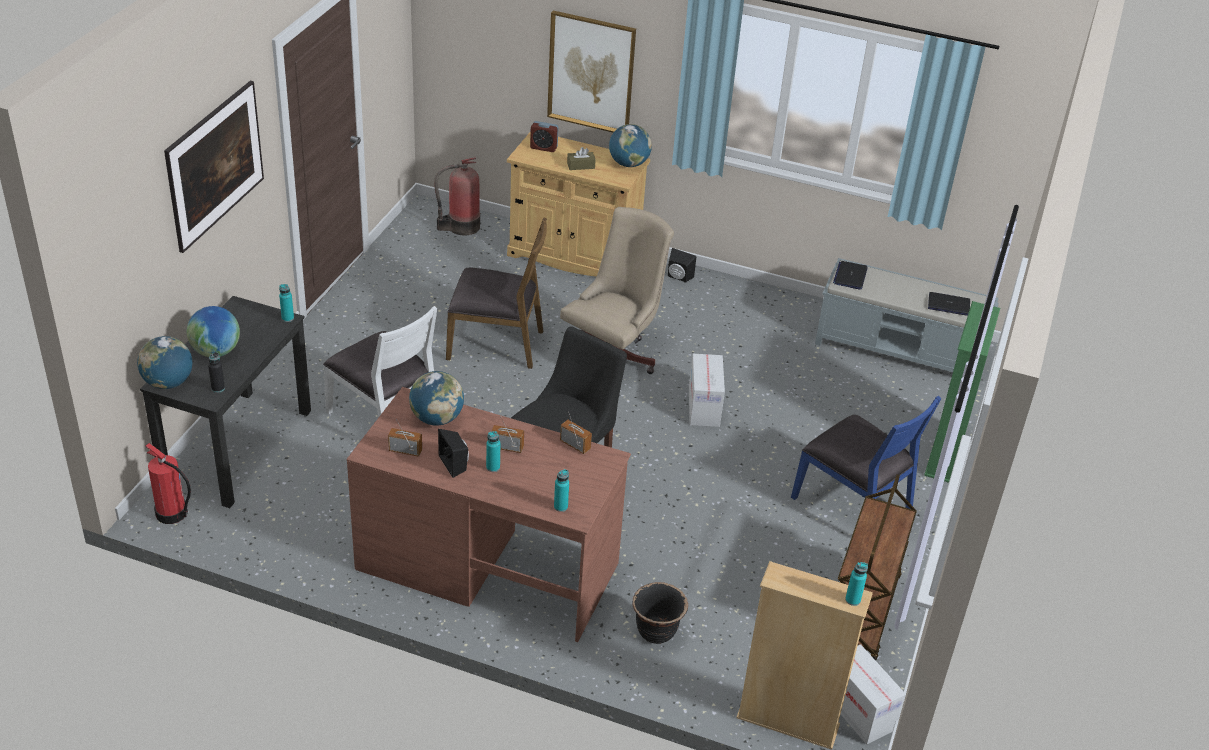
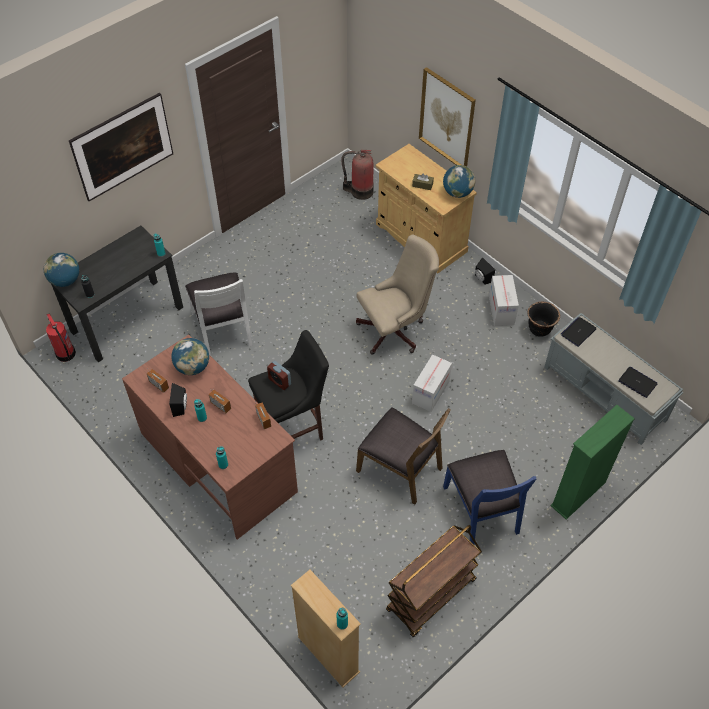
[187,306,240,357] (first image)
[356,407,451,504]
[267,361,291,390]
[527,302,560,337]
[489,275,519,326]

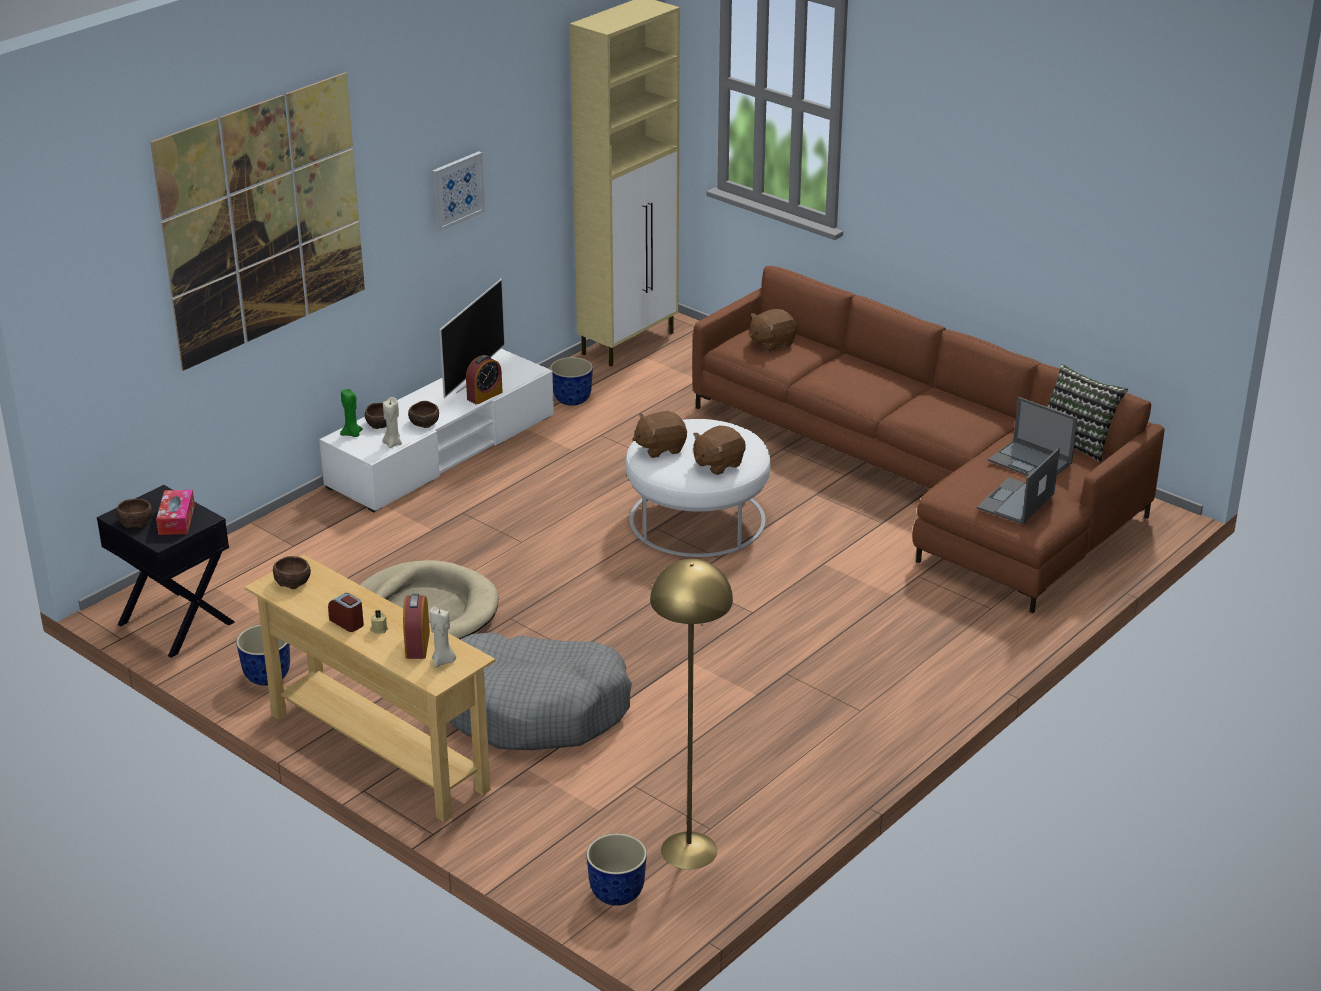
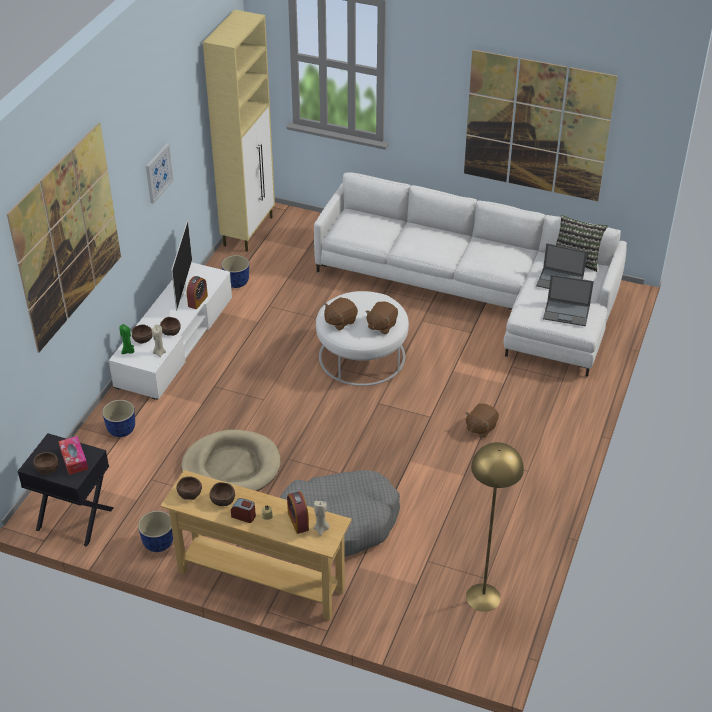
[102,400,135,437]
[314,172,627,377]
[465,403,499,438]
[543,274,594,326]
[210,482,235,506]
[464,50,618,201]

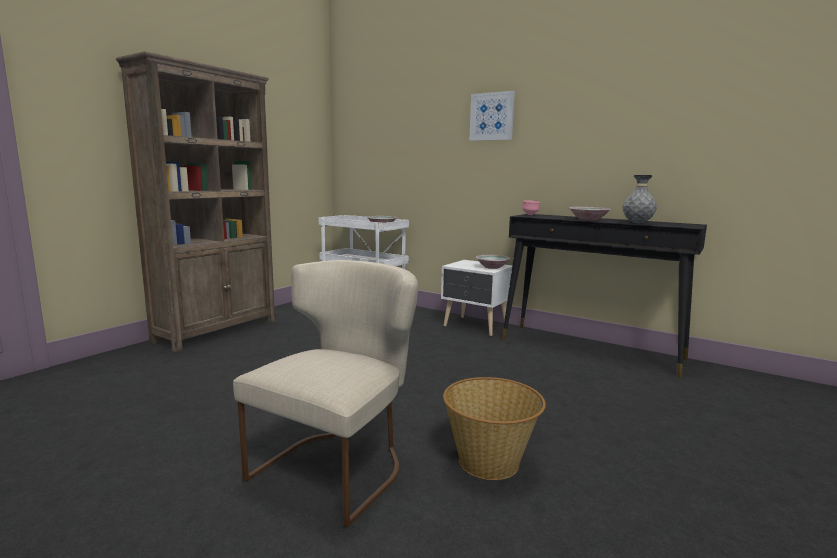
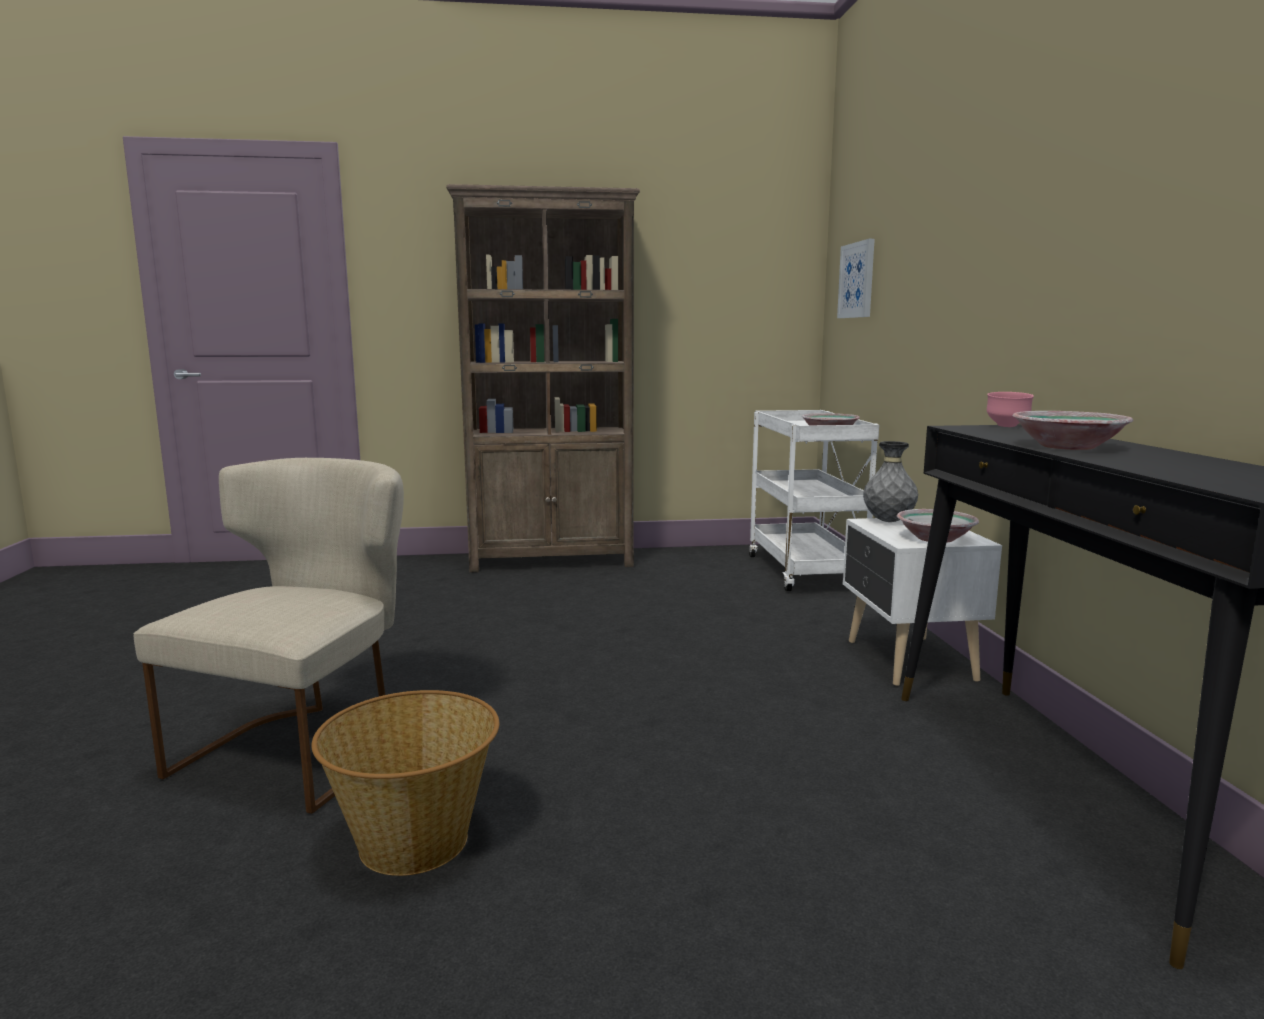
[134,458,404,814]
[837,239,875,318]
[863,441,918,522]

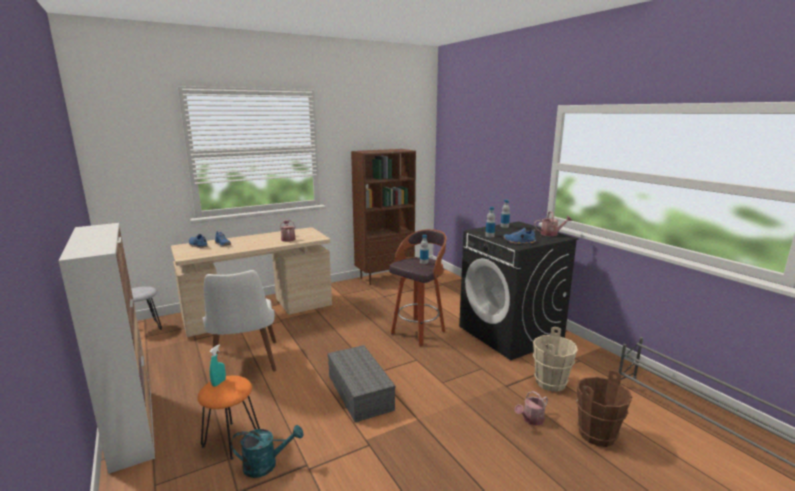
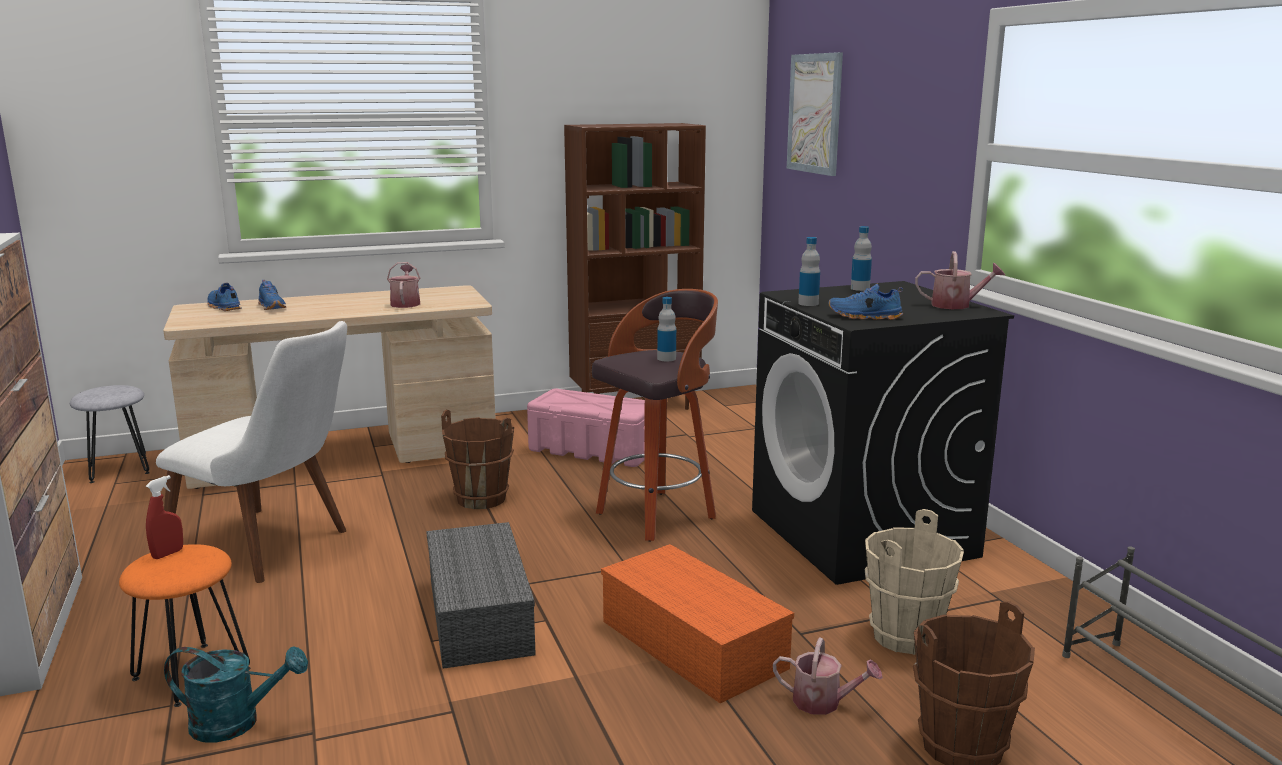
[156,321,347,583]
[146,475,183,559]
[773,637,883,715]
[441,410,514,509]
[527,389,645,467]
[601,544,794,703]
[787,52,843,176]

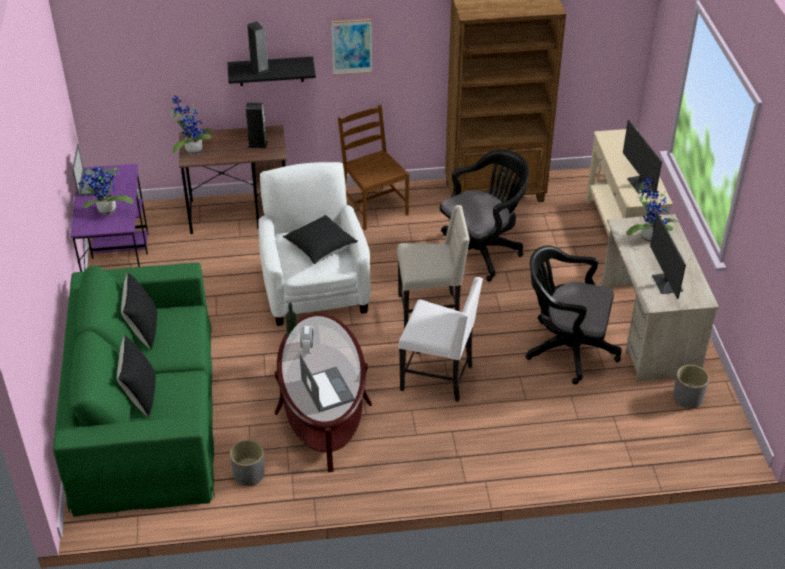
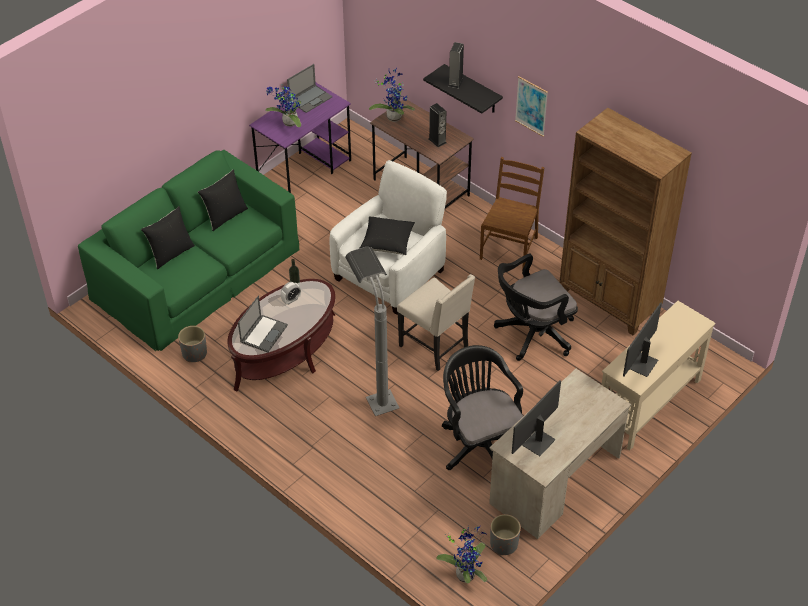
[345,247,399,416]
[494,254,578,361]
[436,526,487,583]

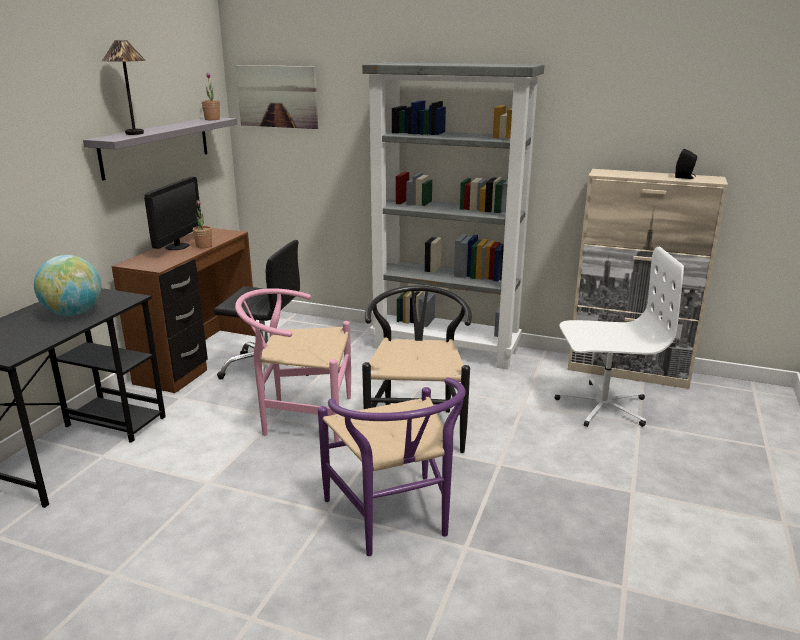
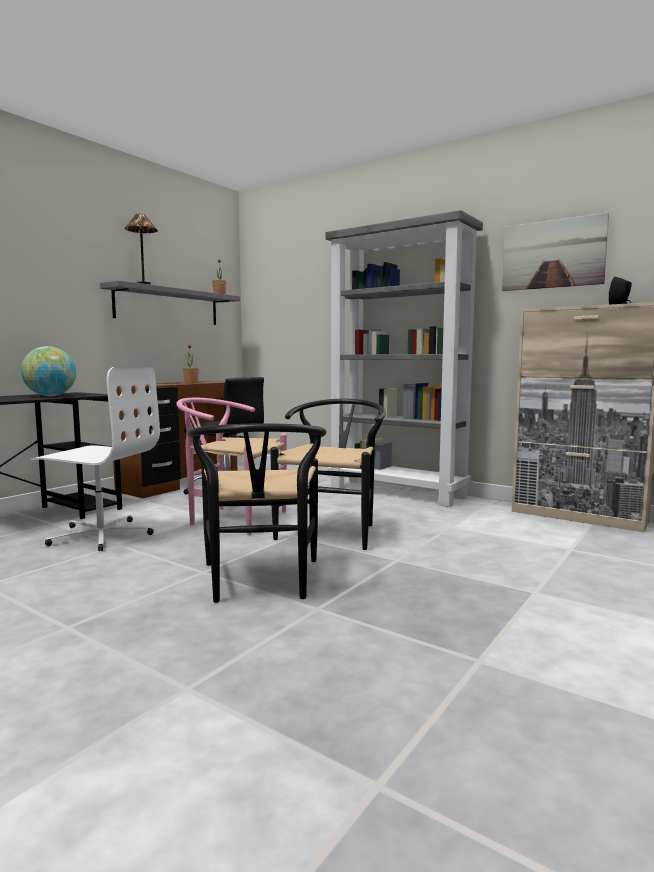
[144,177,201,250] (first image)
[502,212,609,291]
[188,423,326,603]
[31,366,160,551]

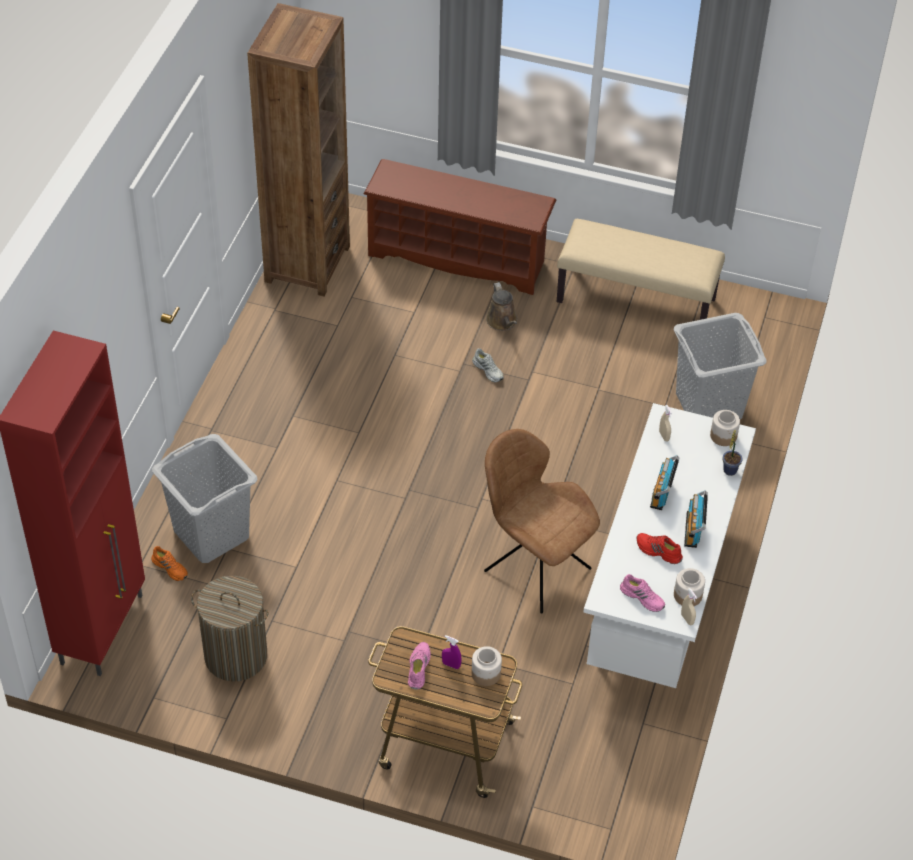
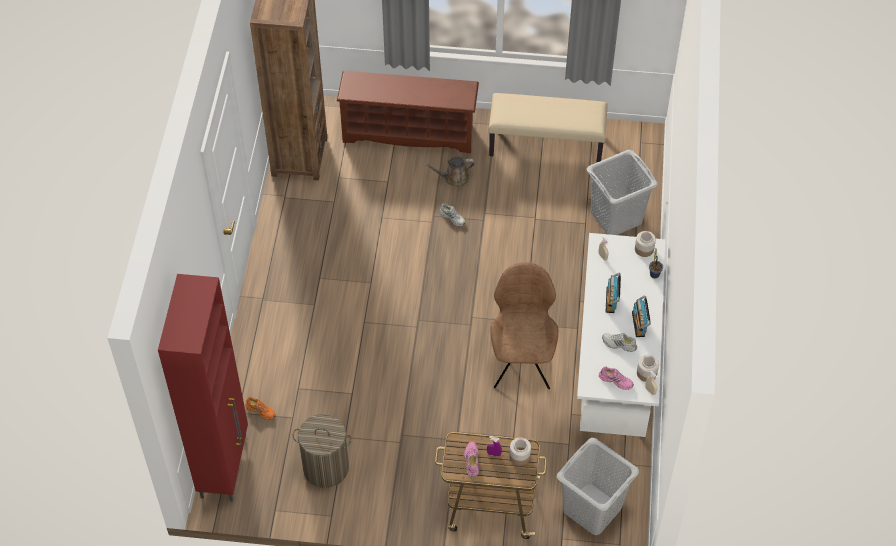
[557,438,639,535]
[490,262,558,389]
[424,157,475,187]
[602,333,637,352]

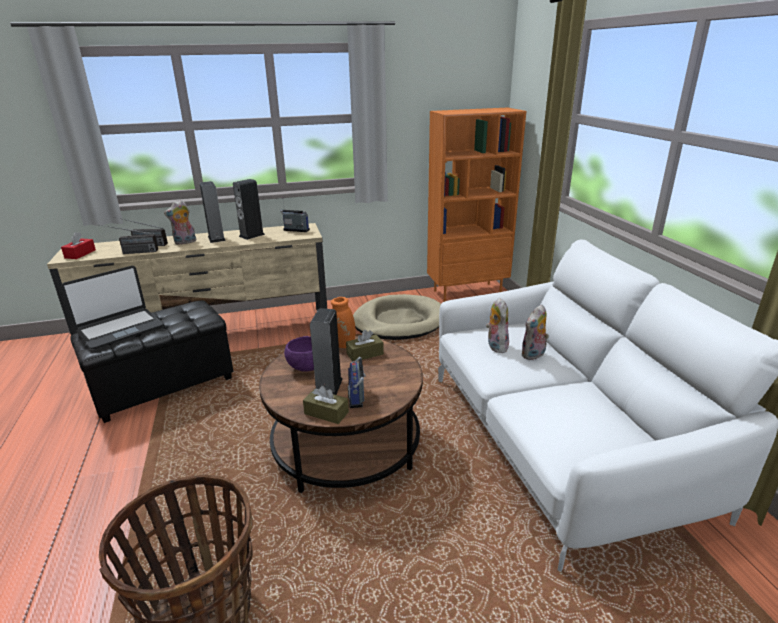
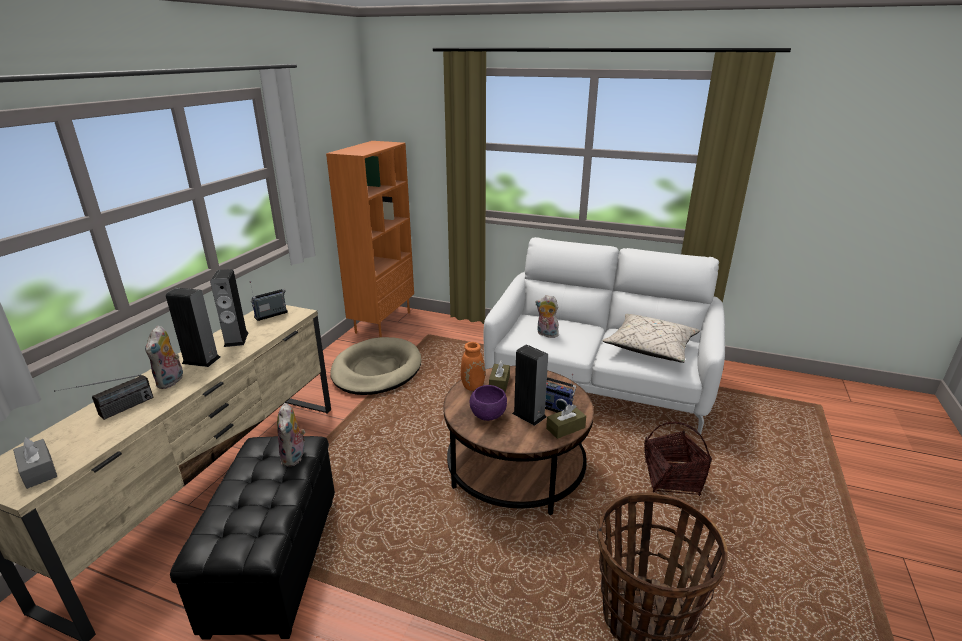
[13,437,57,489]
[61,266,163,349] (first image)
[99,225,158,254] (first image)
[277,403,305,466]
[603,314,700,363]
[644,422,712,496]

